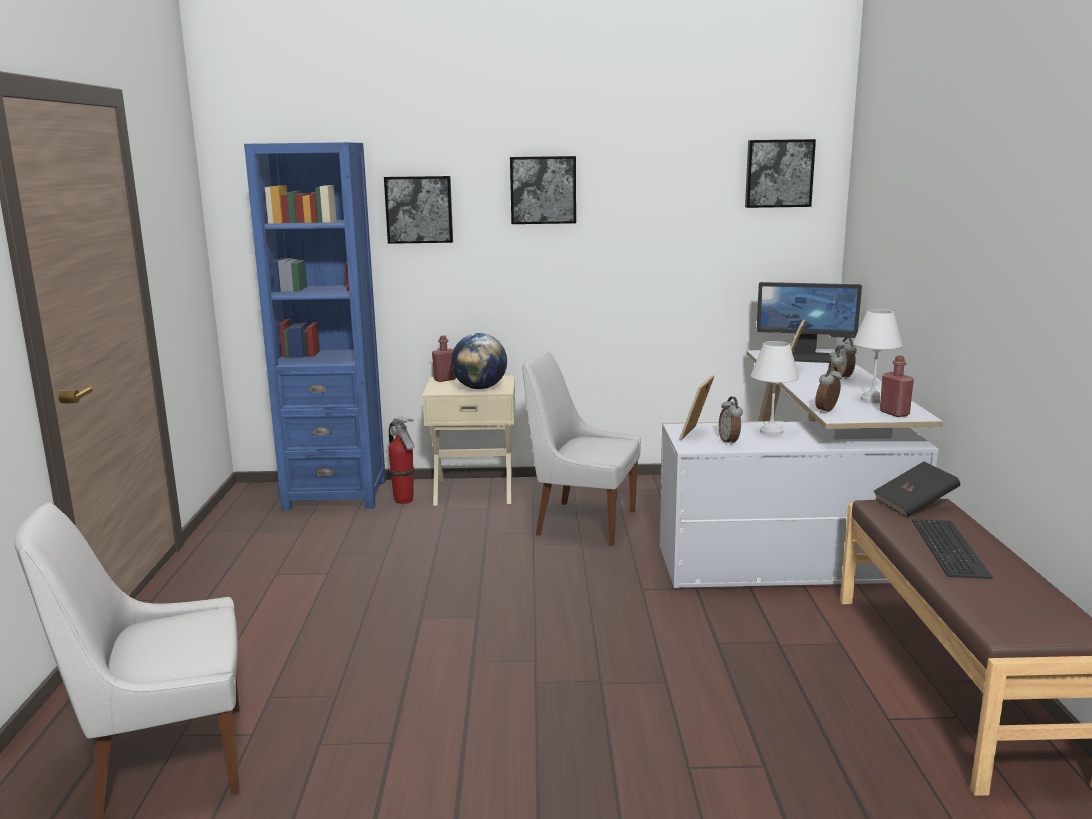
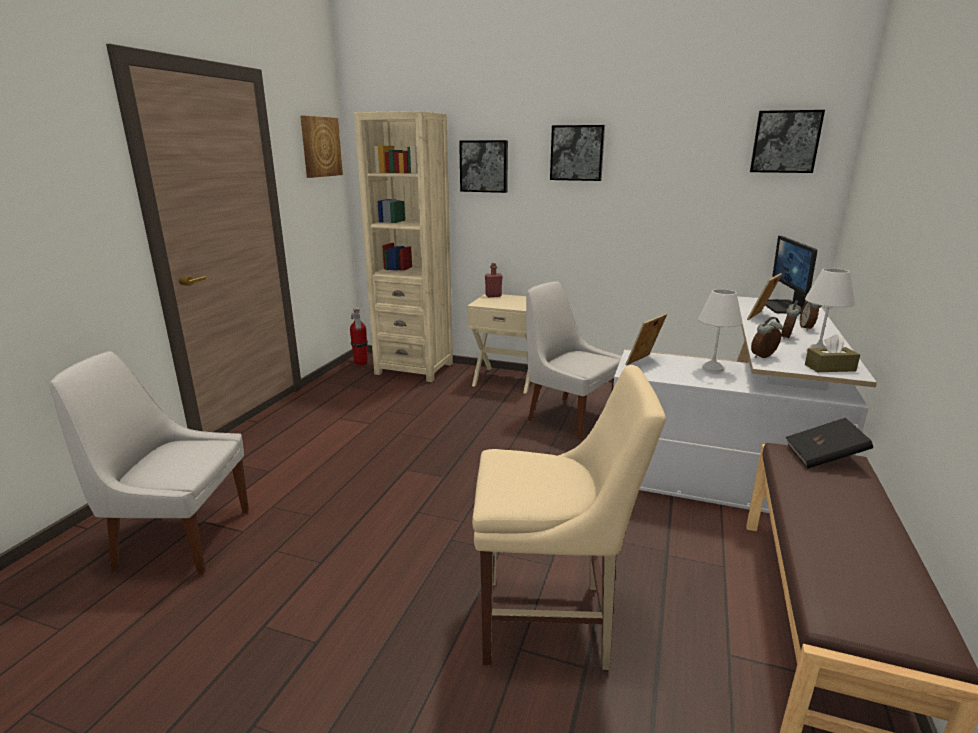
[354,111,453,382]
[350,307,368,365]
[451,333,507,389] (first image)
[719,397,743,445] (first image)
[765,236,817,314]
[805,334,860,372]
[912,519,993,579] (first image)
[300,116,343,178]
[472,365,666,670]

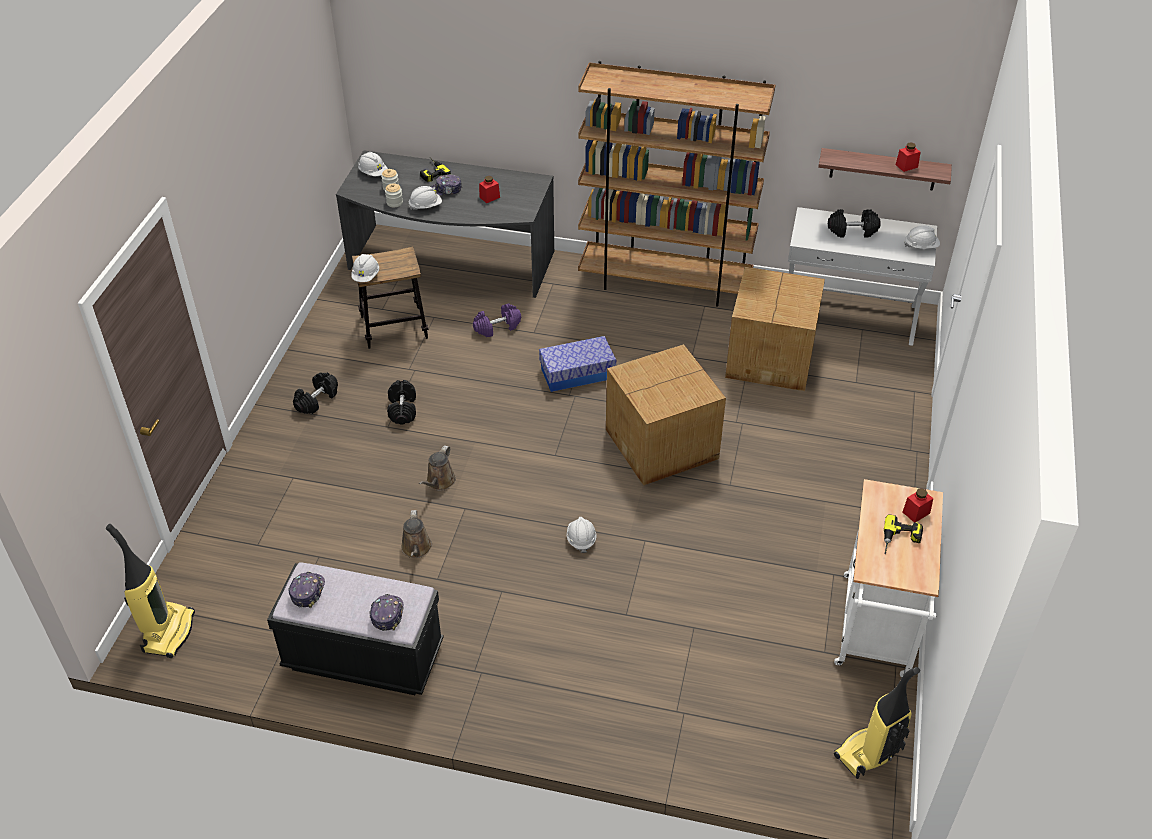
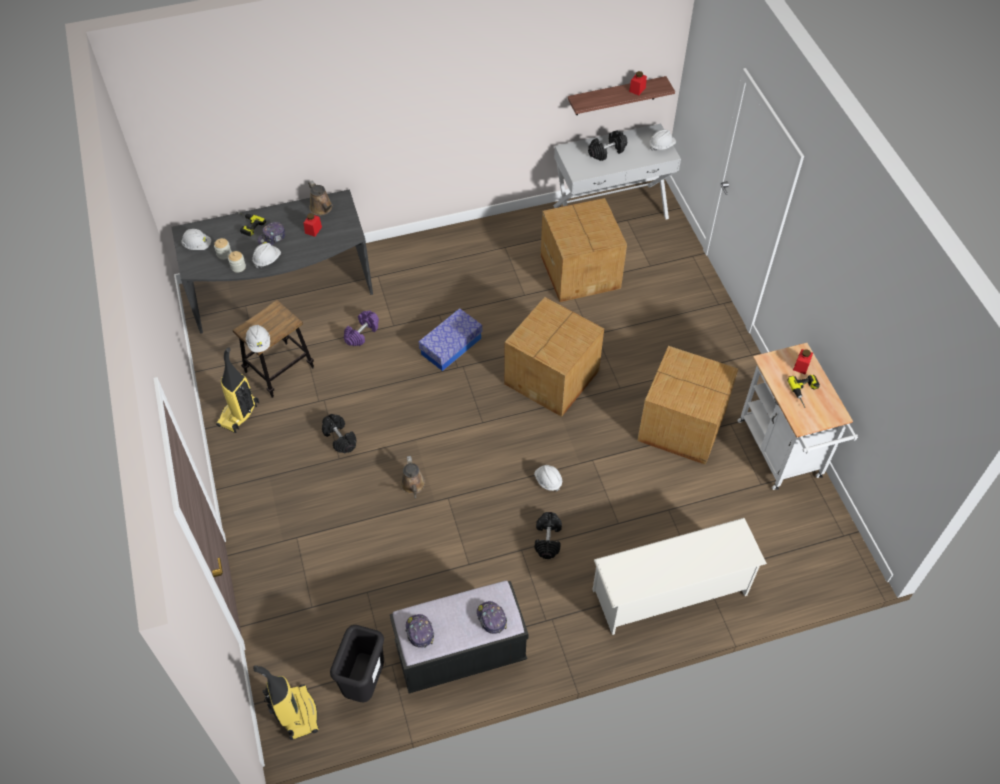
[535,512,562,559]
[308,181,334,215]
[578,61,775,307] (first image)
[216,347,259,433]
[330,625,384,702]
[593,518,767,635]
[637,346,738,465]

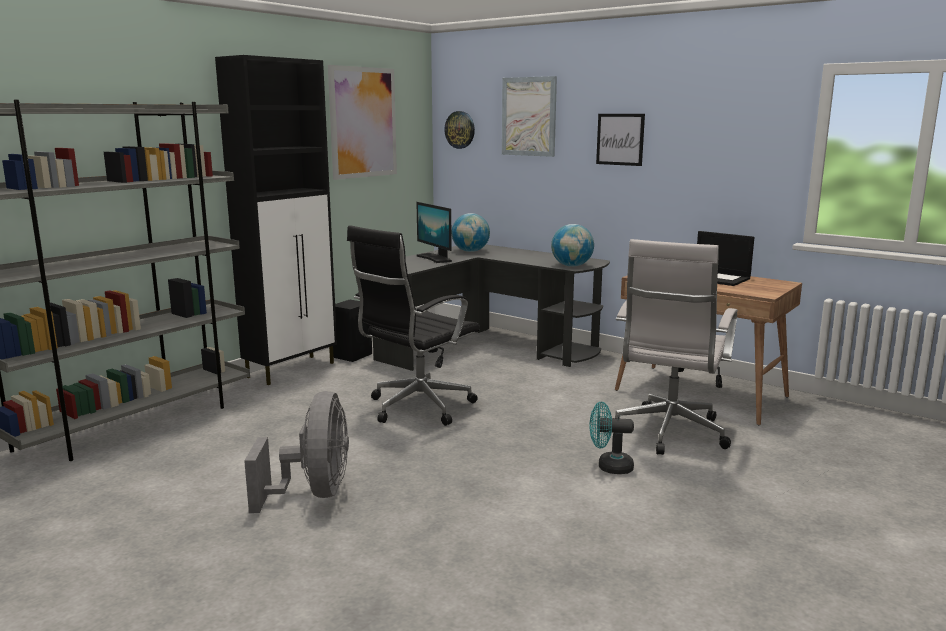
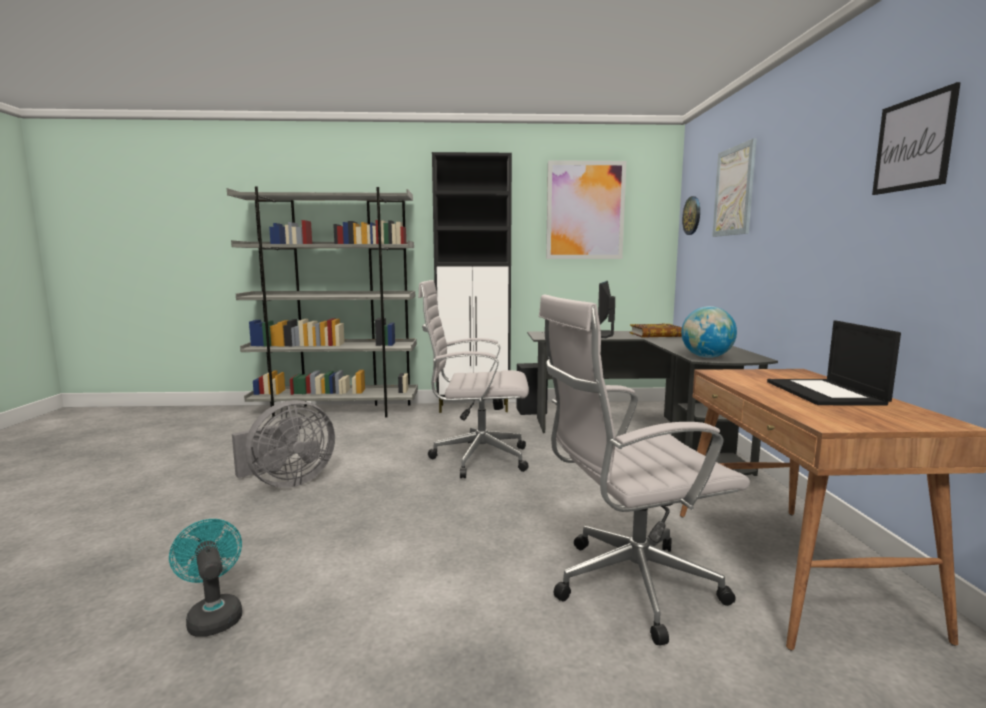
[418,280,529,478]
[630,323,682,338]
[169,519,242,637]
[872,82,961,195]

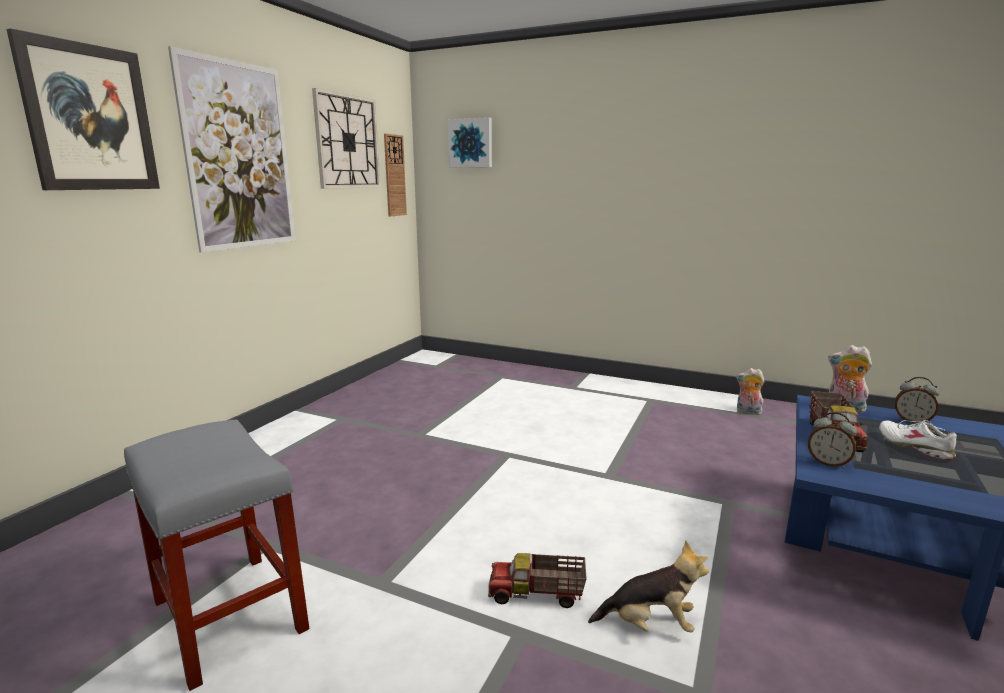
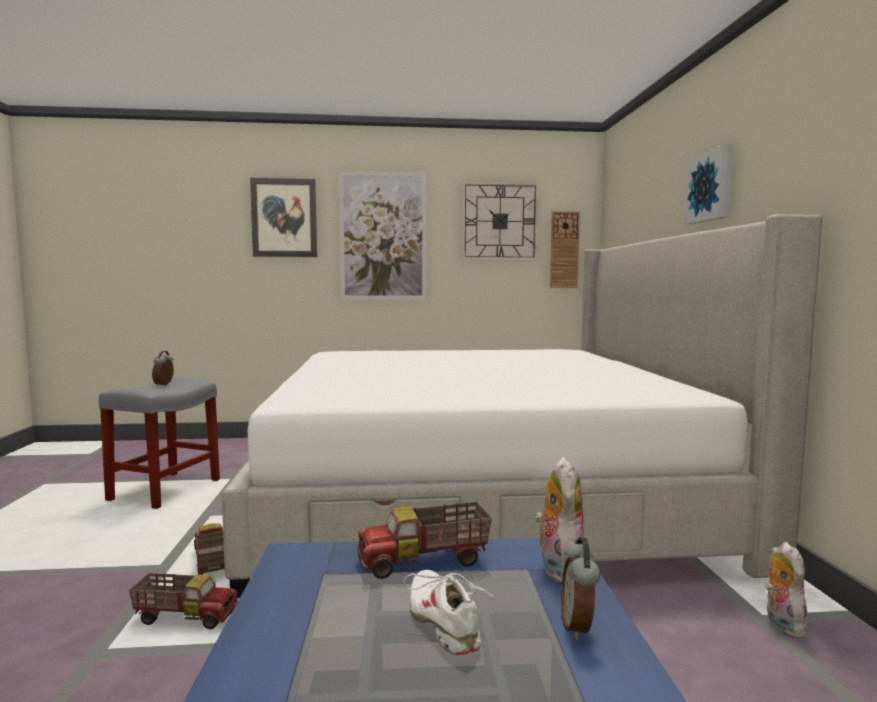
[684,144,734,225]
[129,573,238,629]
[152,351,174,387]
[403,570,494,655]
[222,214,822,598]

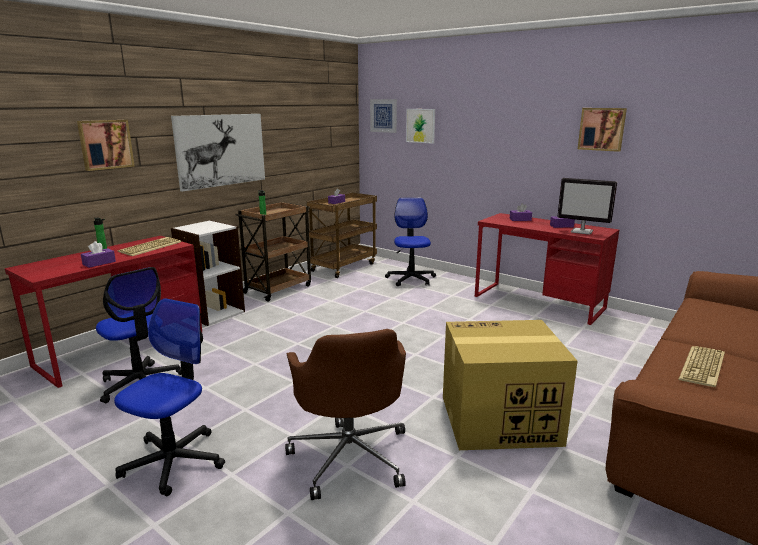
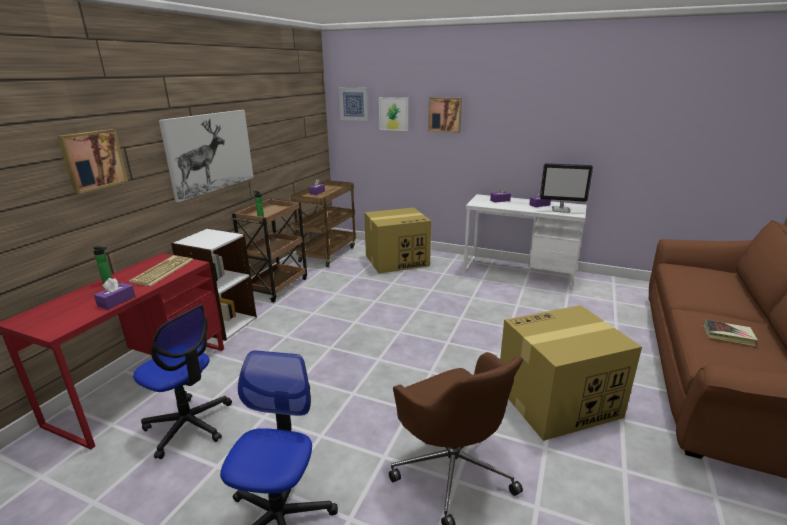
[364,207,431,274]
[463,194,587,290]
[428,97,462,133]
[704,320,758,346]

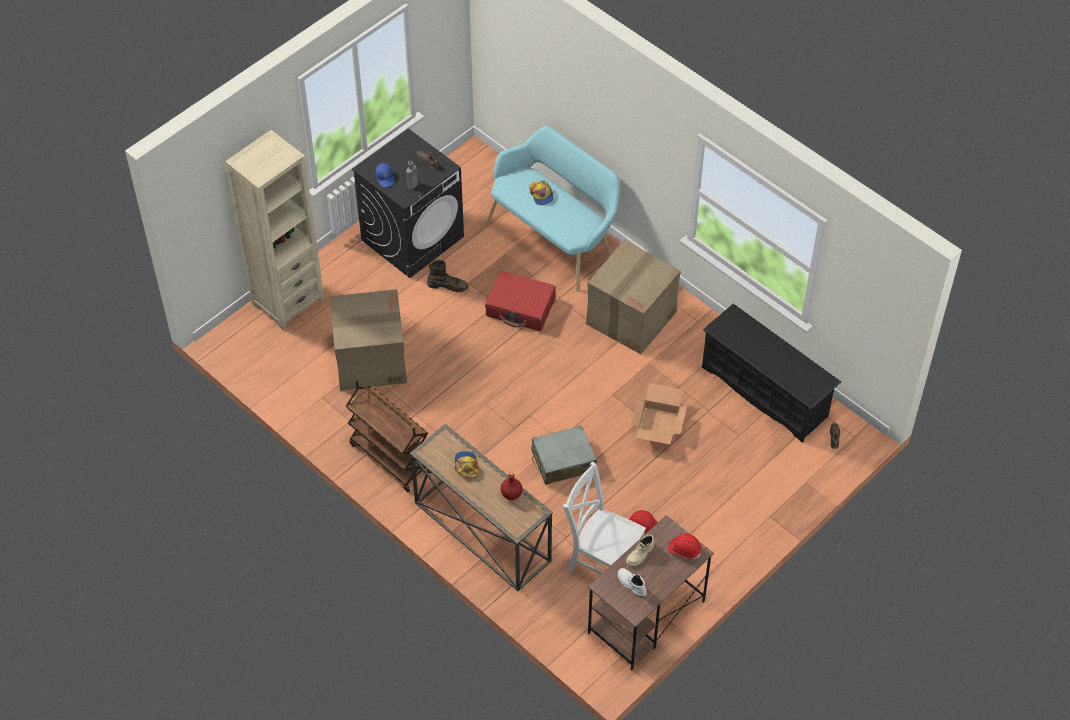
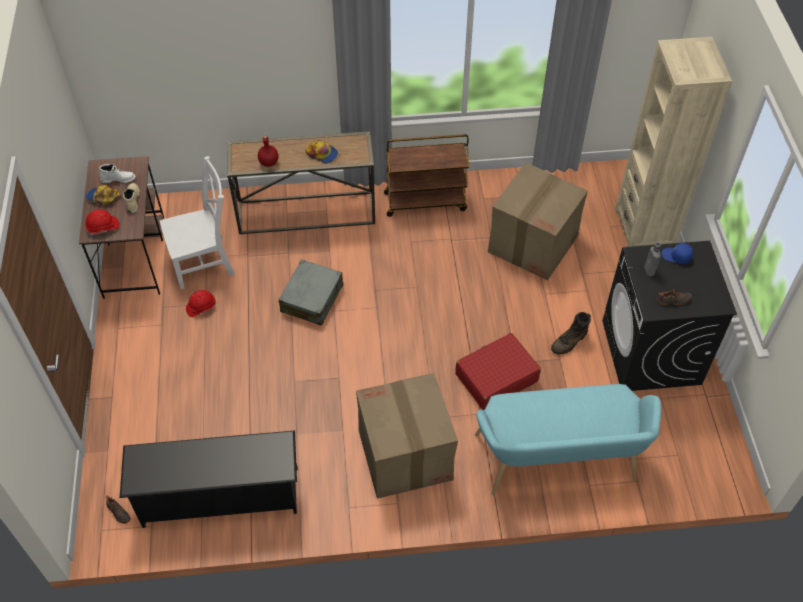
[86,185,121,205]
[631,383,687,444] (first image)

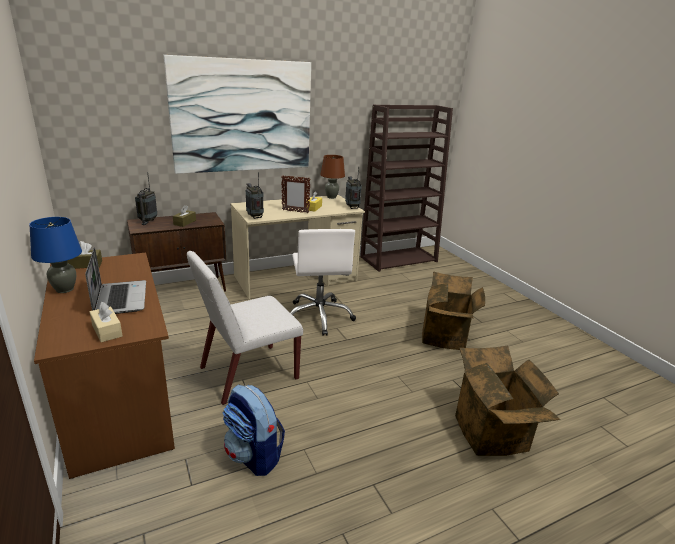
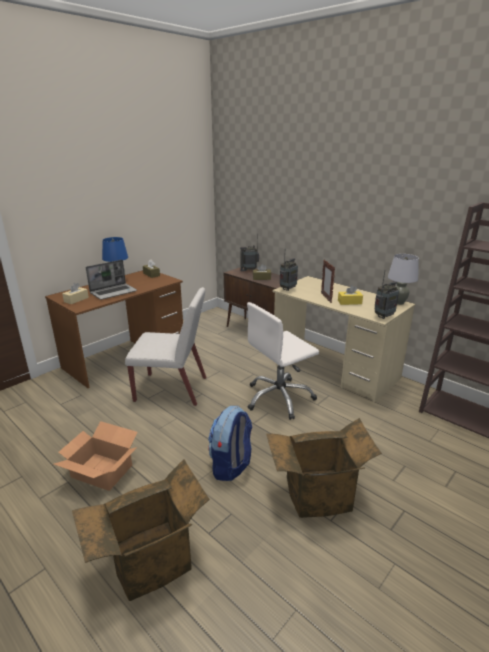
[164,55,311,174] (first image)
[125,287,206,406]
[208,406,252,481]
[388,254,419,305]
[54,421,138,491]

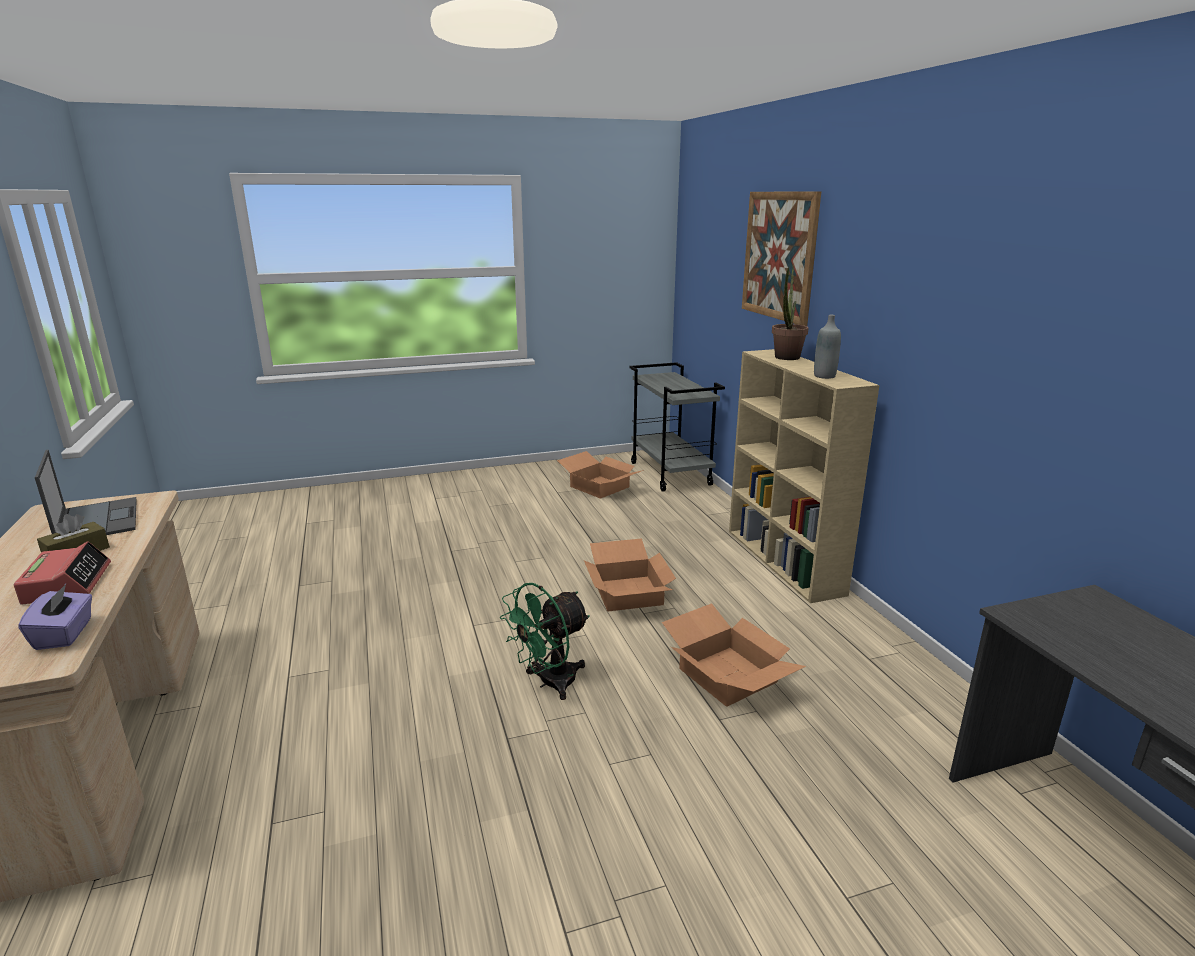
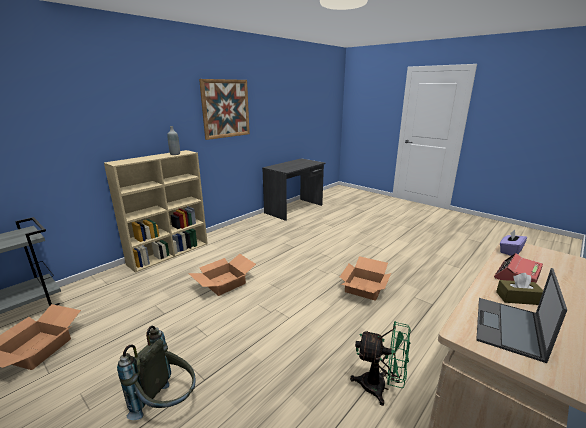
[350,321,411,406]
[340,256,391,301]
[199,79,250,140]
[772,265,809,360] (first image)
[117,325,195,420]

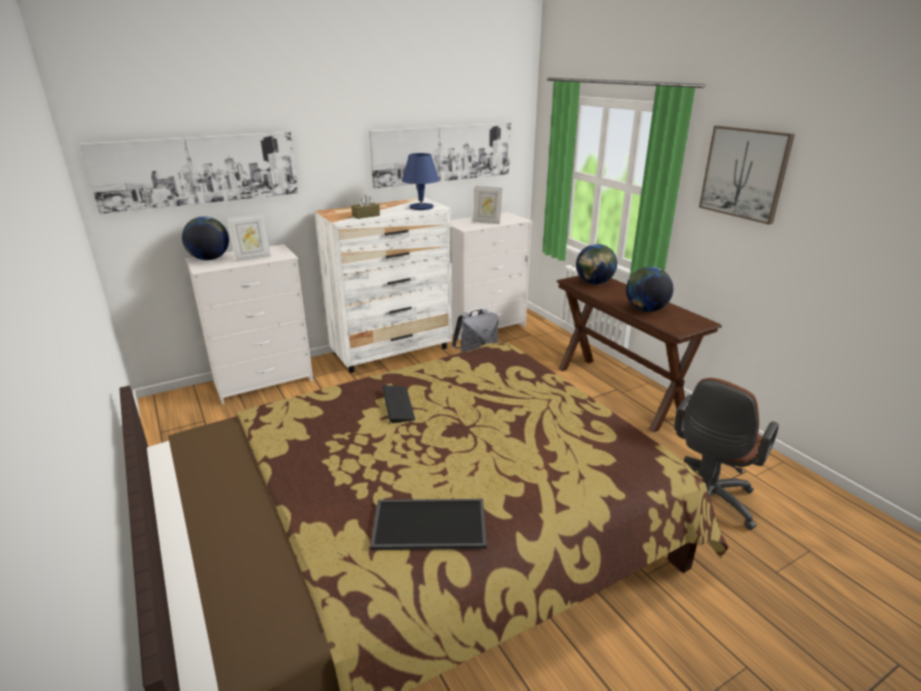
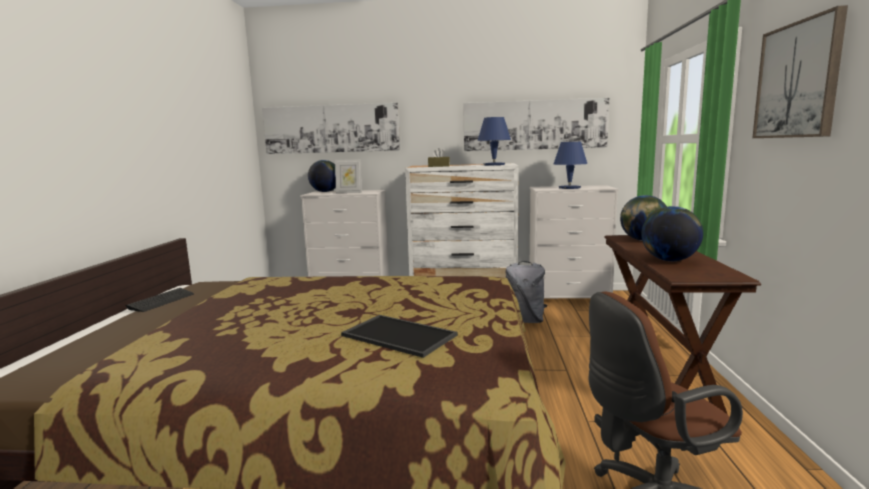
[341,315,458,358]
[126,288,194,312]
[554,142,587,189]

